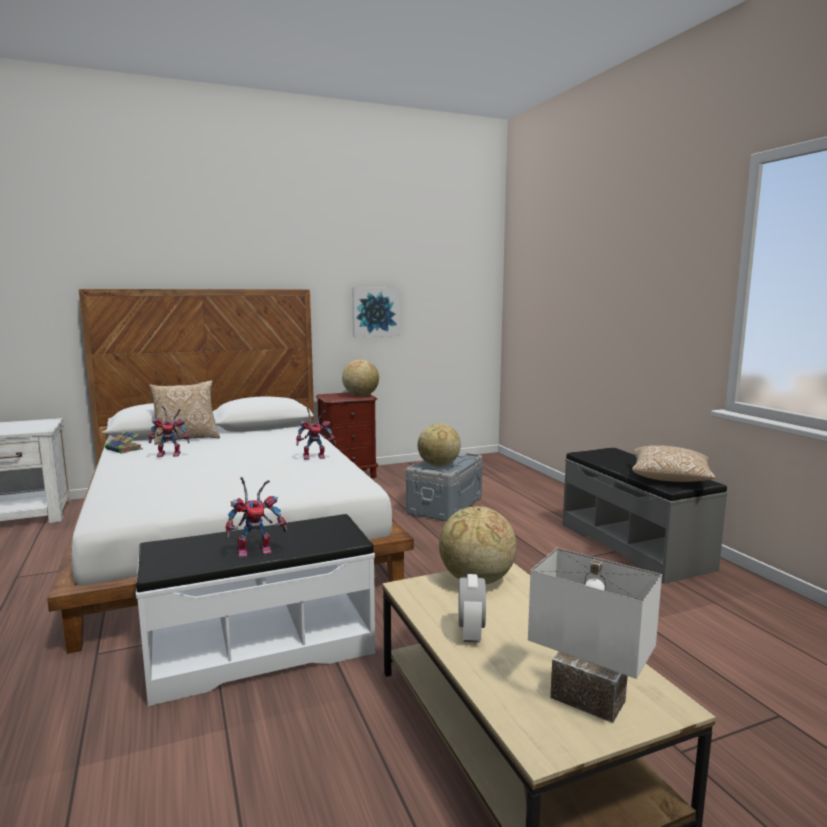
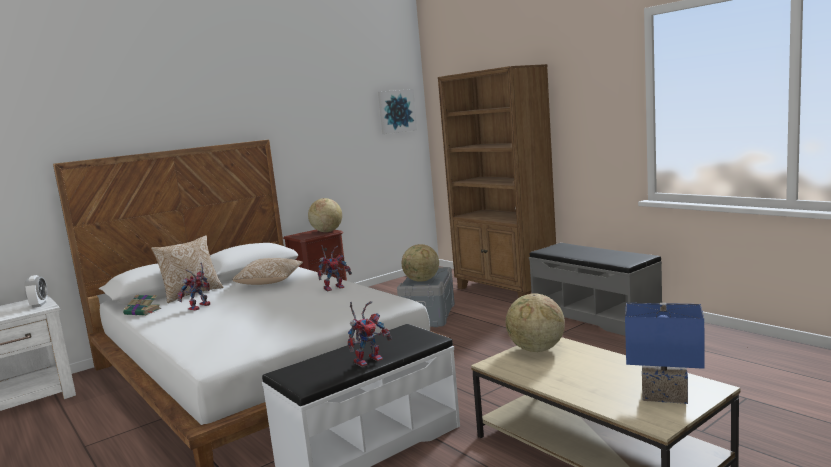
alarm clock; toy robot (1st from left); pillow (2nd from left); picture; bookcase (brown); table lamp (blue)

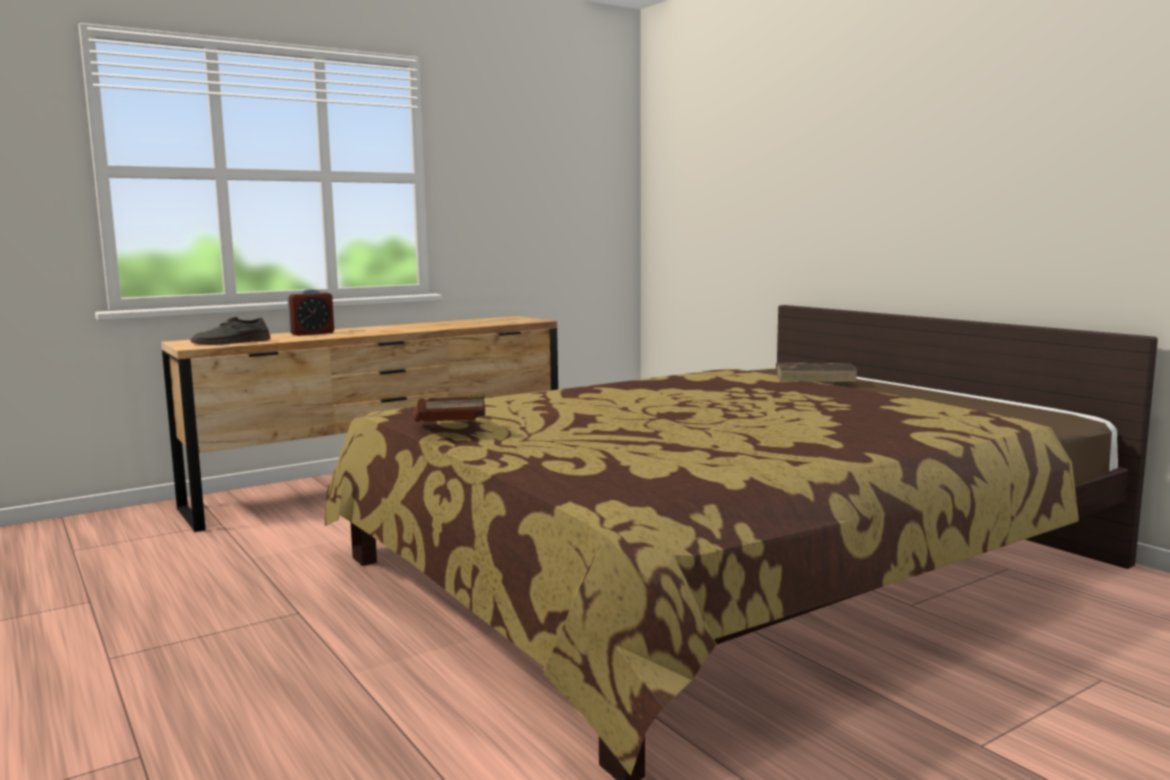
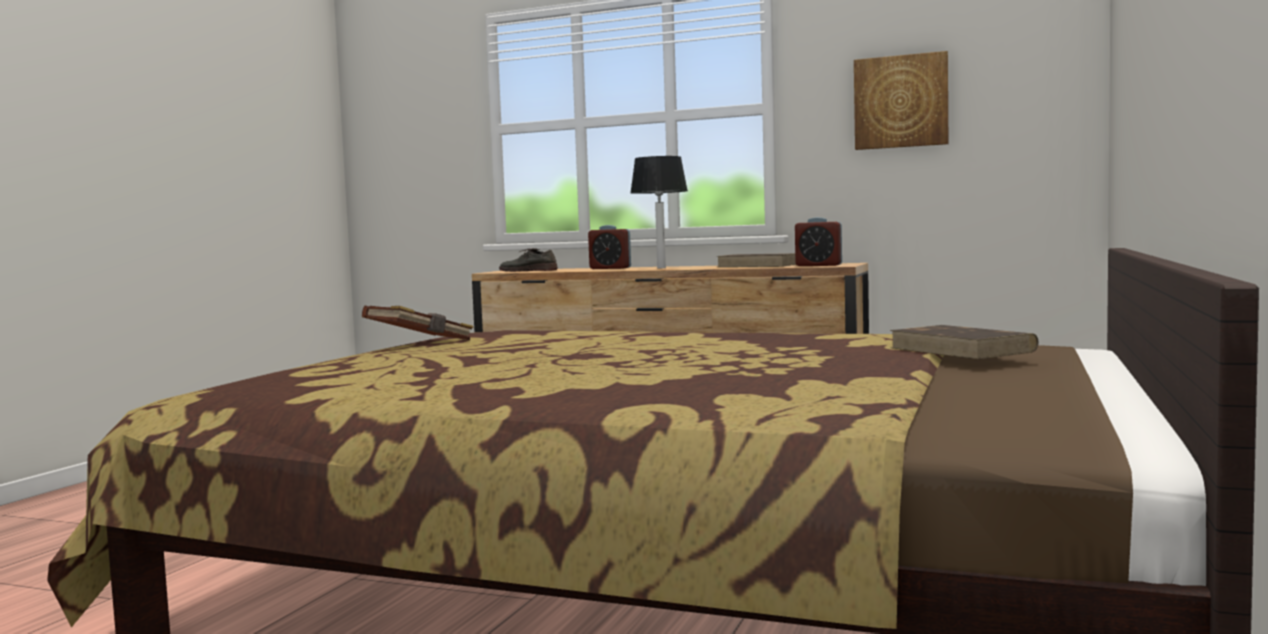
table lamp; book (brown) (2nd from left); alarm clock (2nd from left); picture

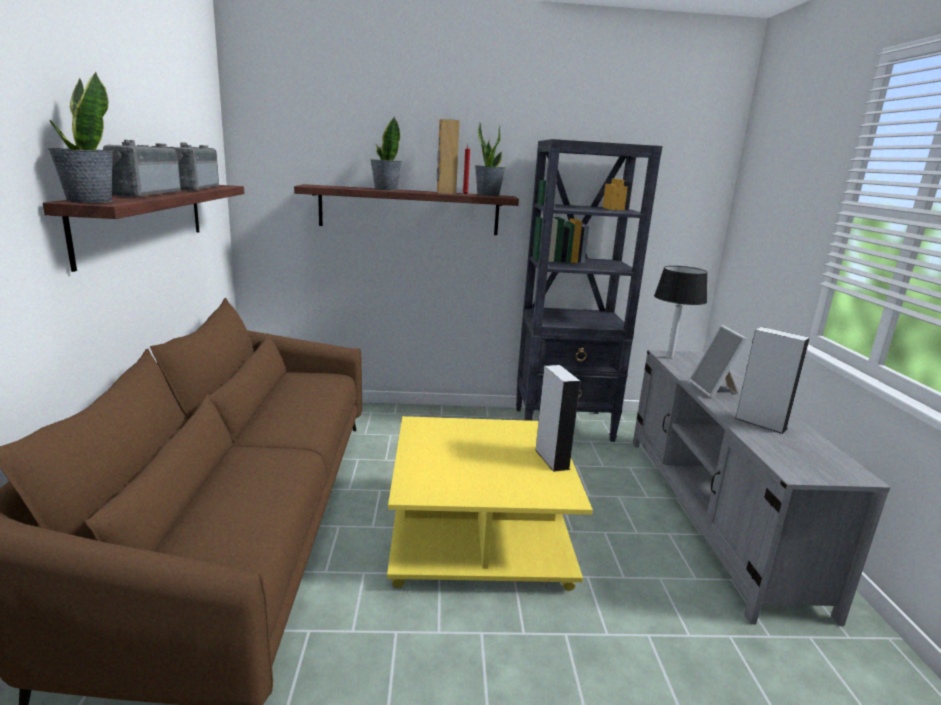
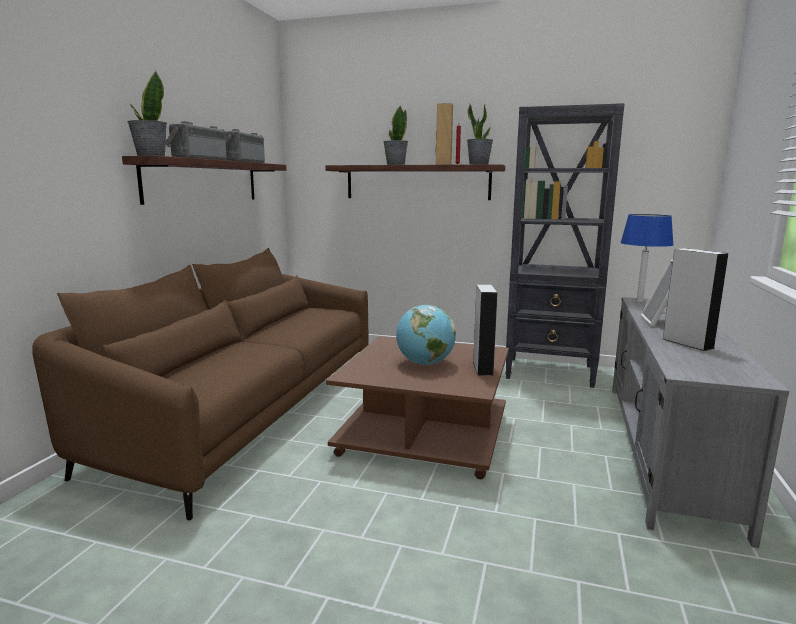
coffee table (brown); globe; table lamp (blue)

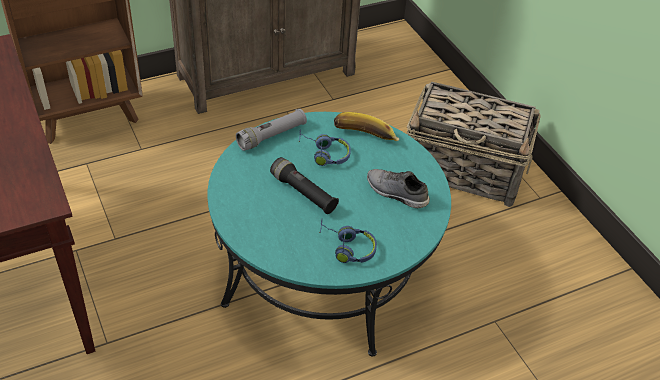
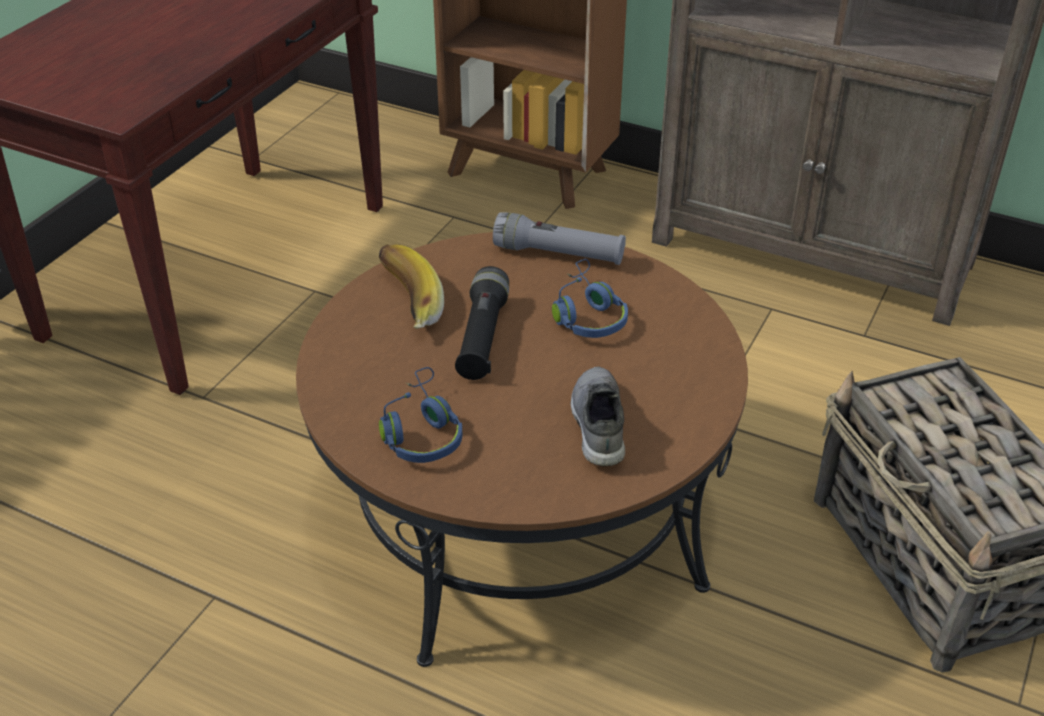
coffee table (brown); banana

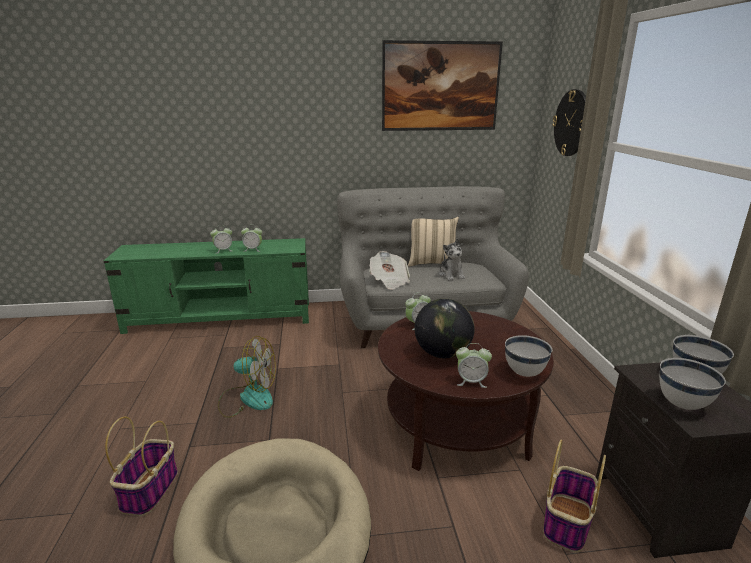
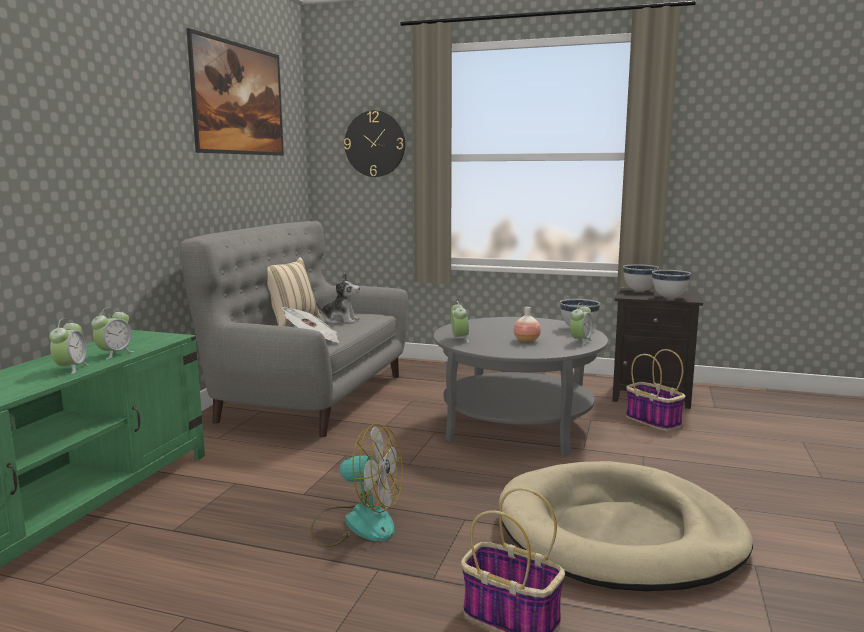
fan; coffee table (grey); vase

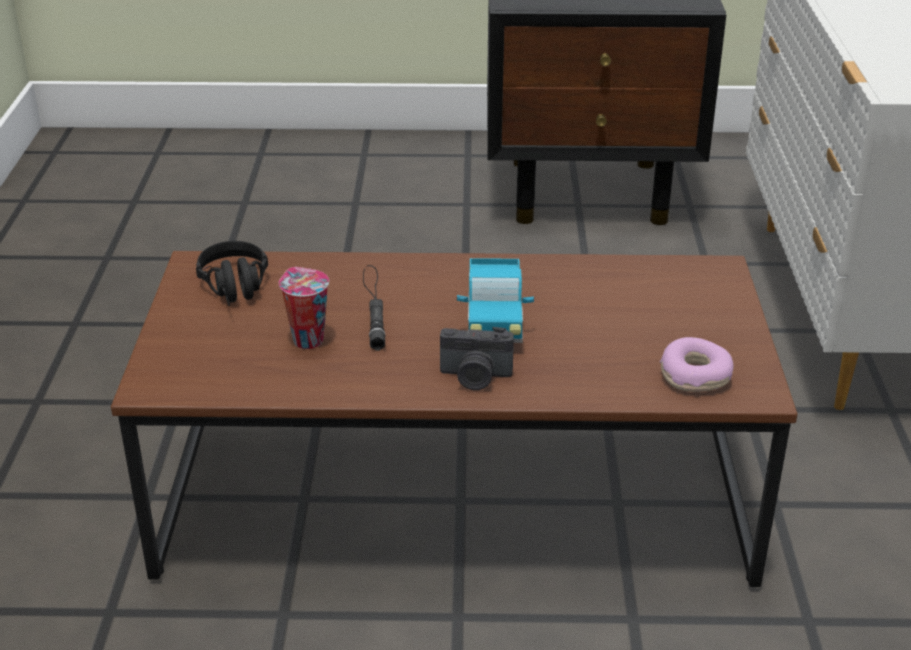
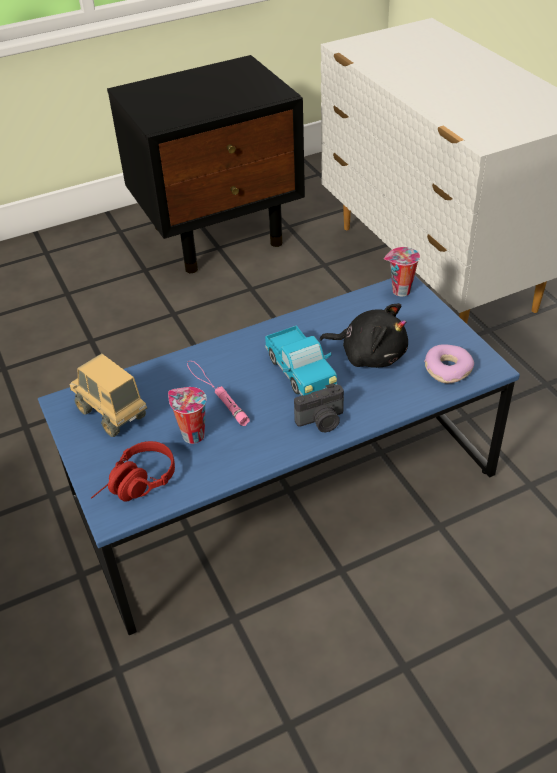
coffee table (blue); toy truck (1st from left); headphones (red); flashlight (pink); plush toy (black); cup (2nd from left)

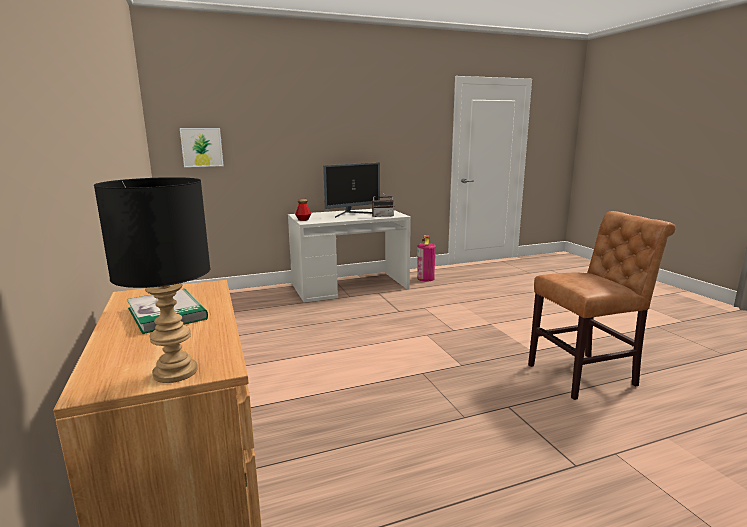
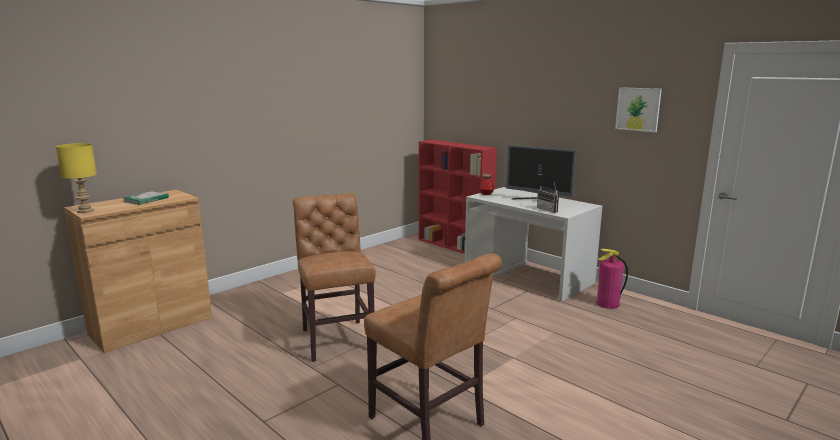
table lamp (yellow); chair (brown) (1st from left); bookcase (red); picture

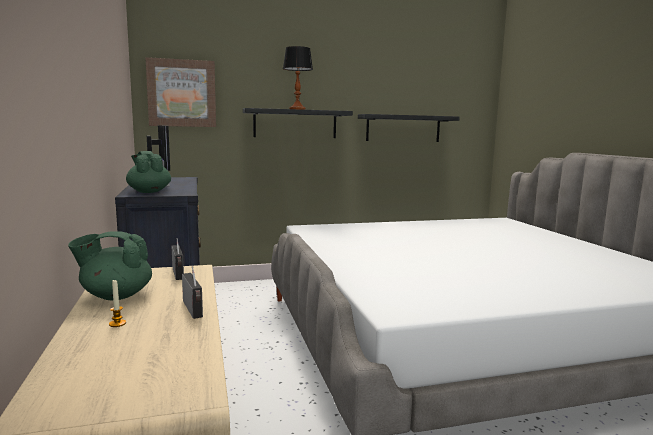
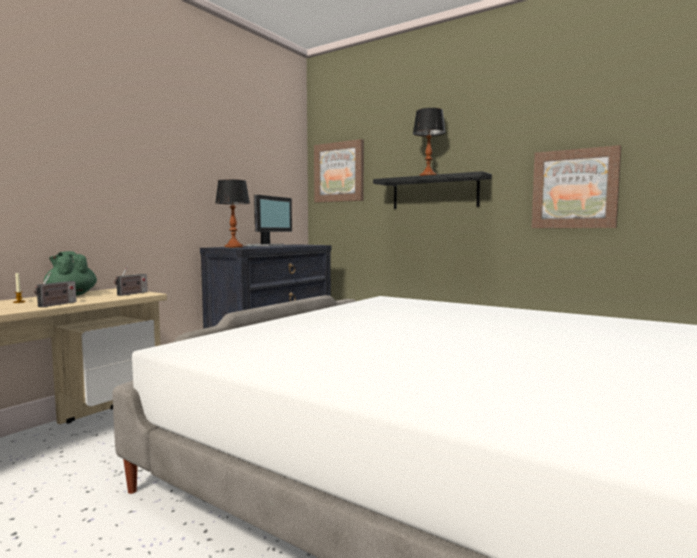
table lamp (1st from left); picture (2nd from left)

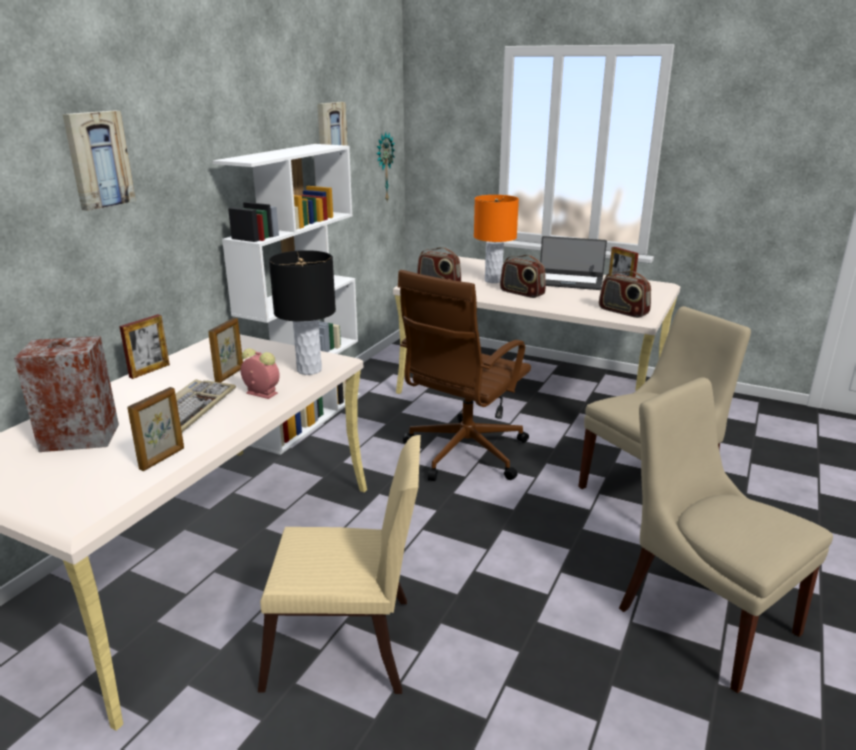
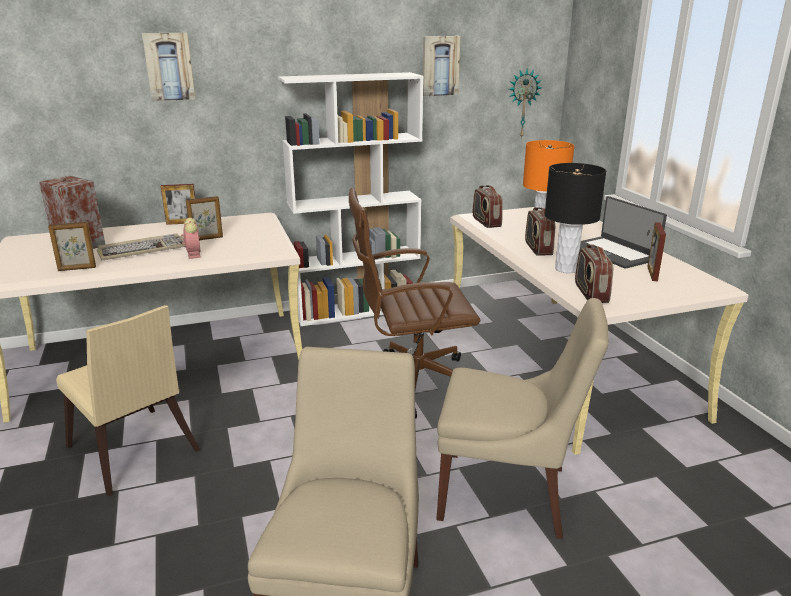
table lamp (black)

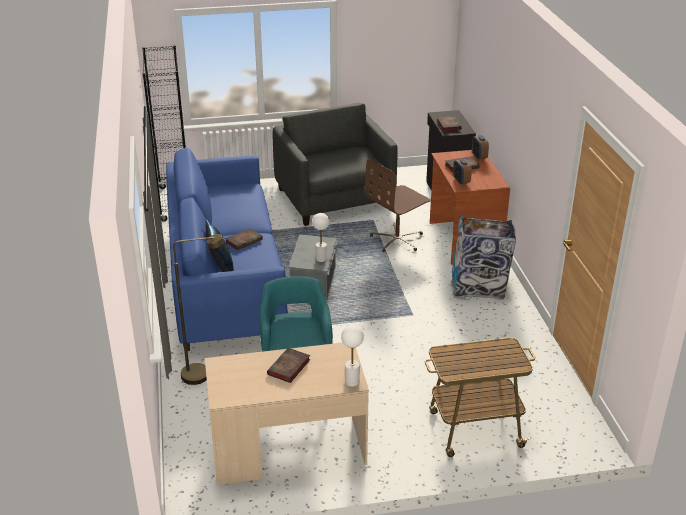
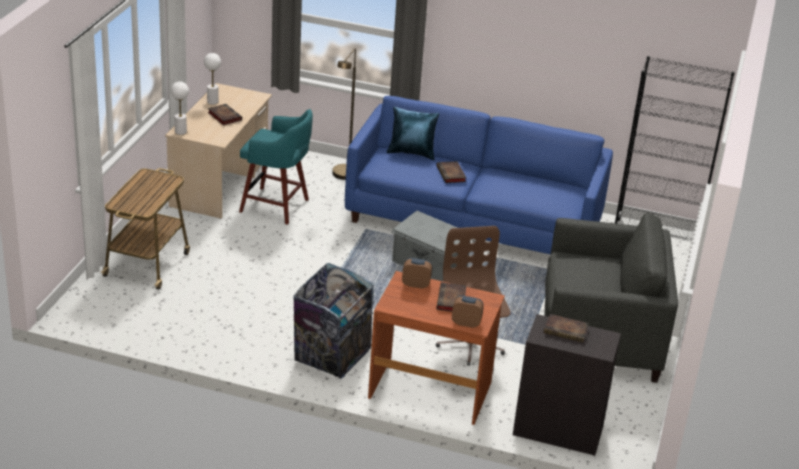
table lamp (white) (2nd from left)

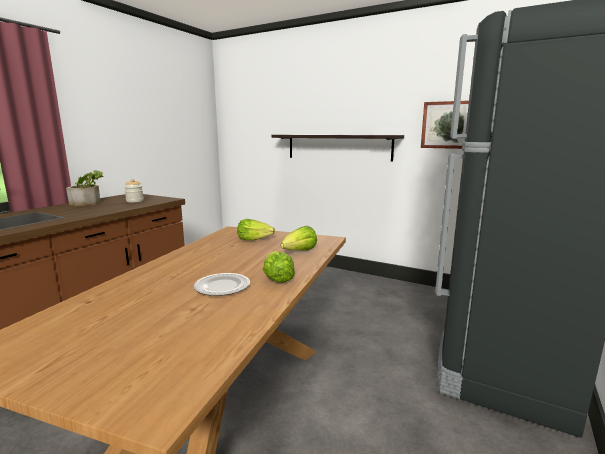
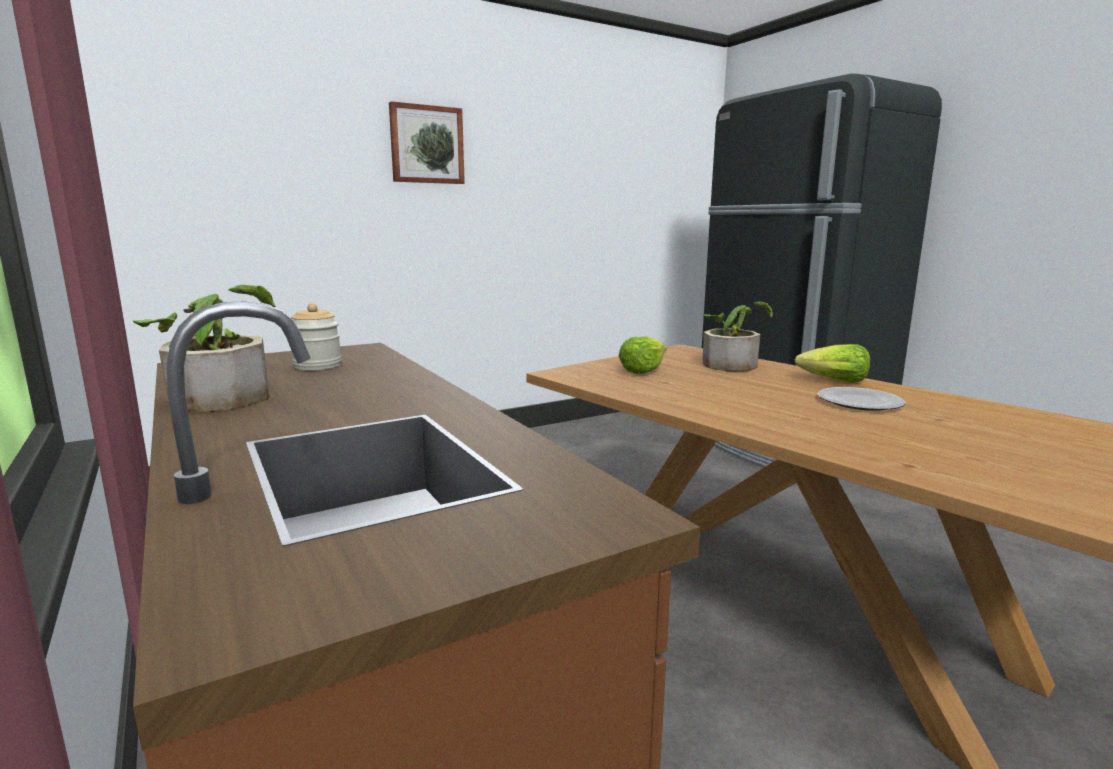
picture; potted plant (2nd from left); shelf

